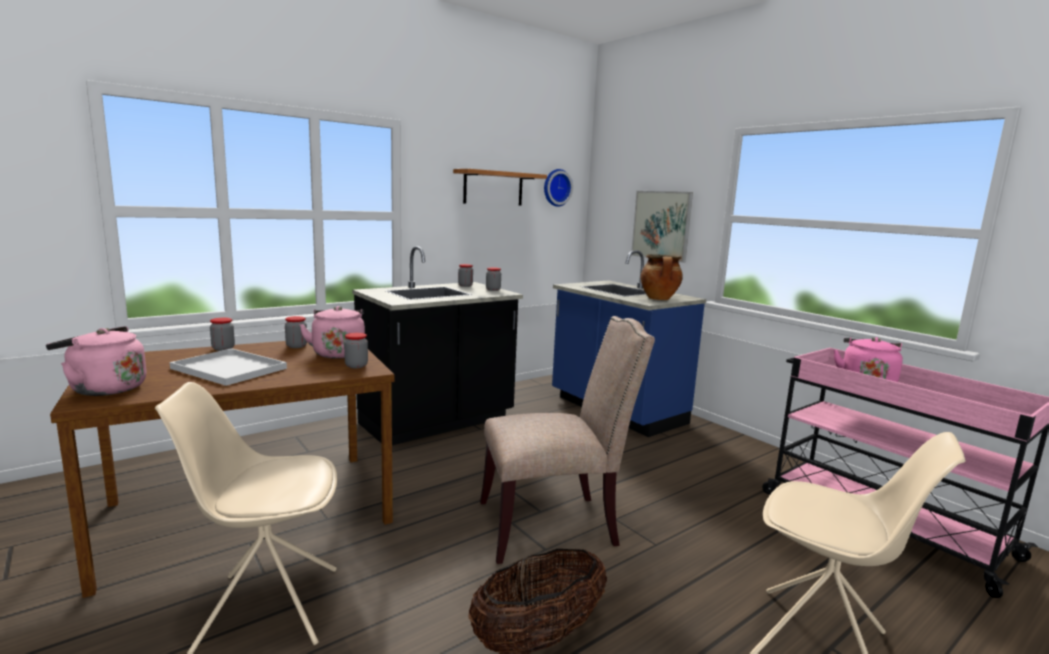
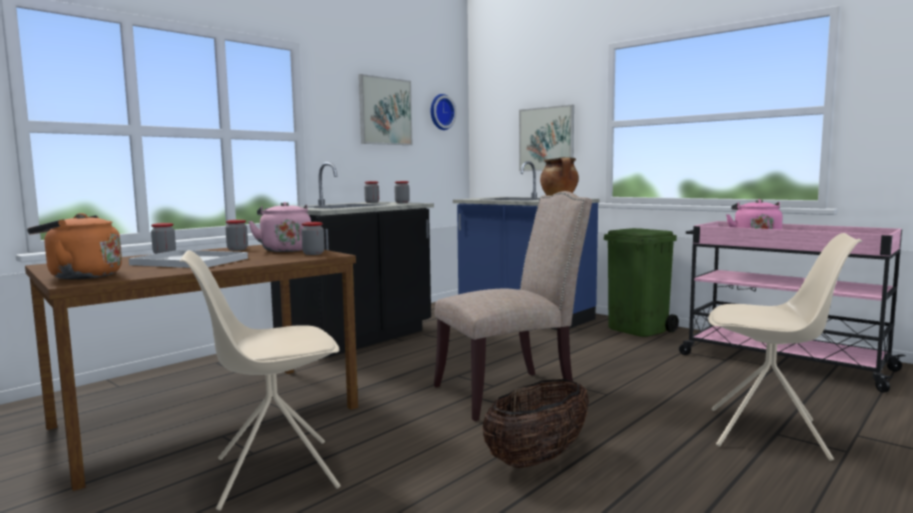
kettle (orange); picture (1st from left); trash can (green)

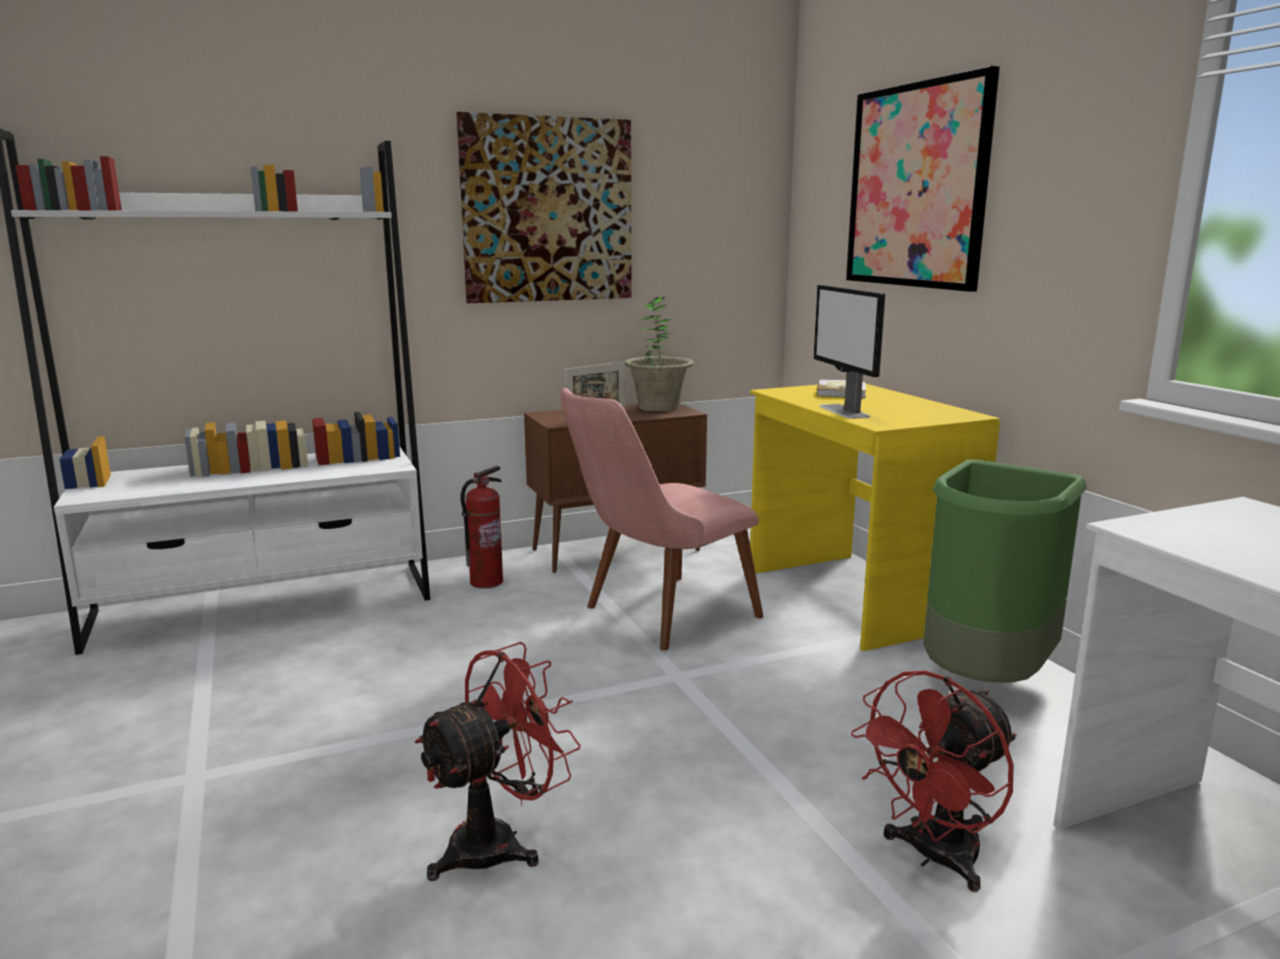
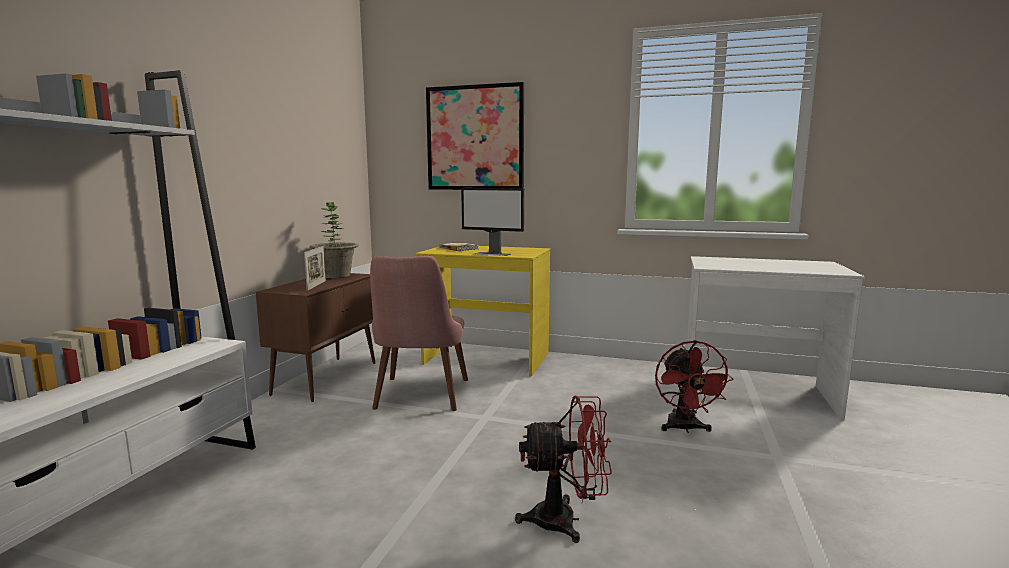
fan (red) (1st from left); picture (1st from left in the first image); fire extinguisher; trash can (green)

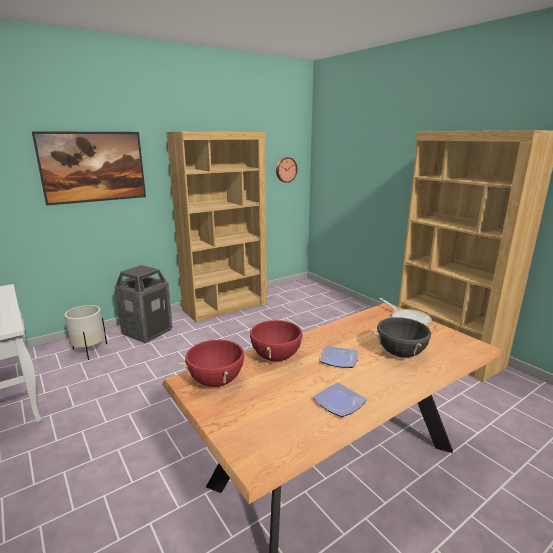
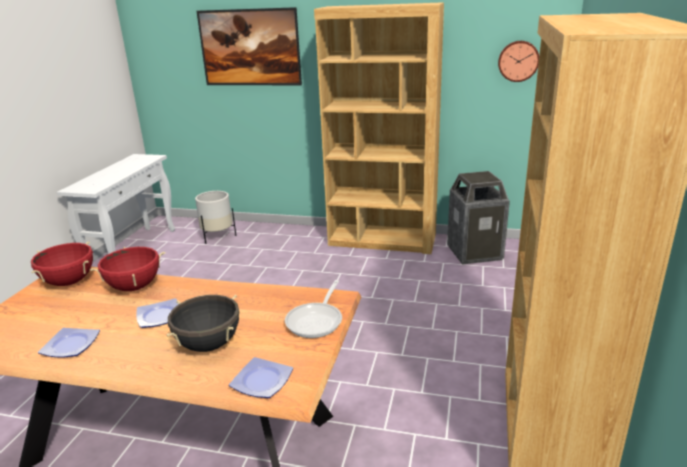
plate (3rd from left); trash can

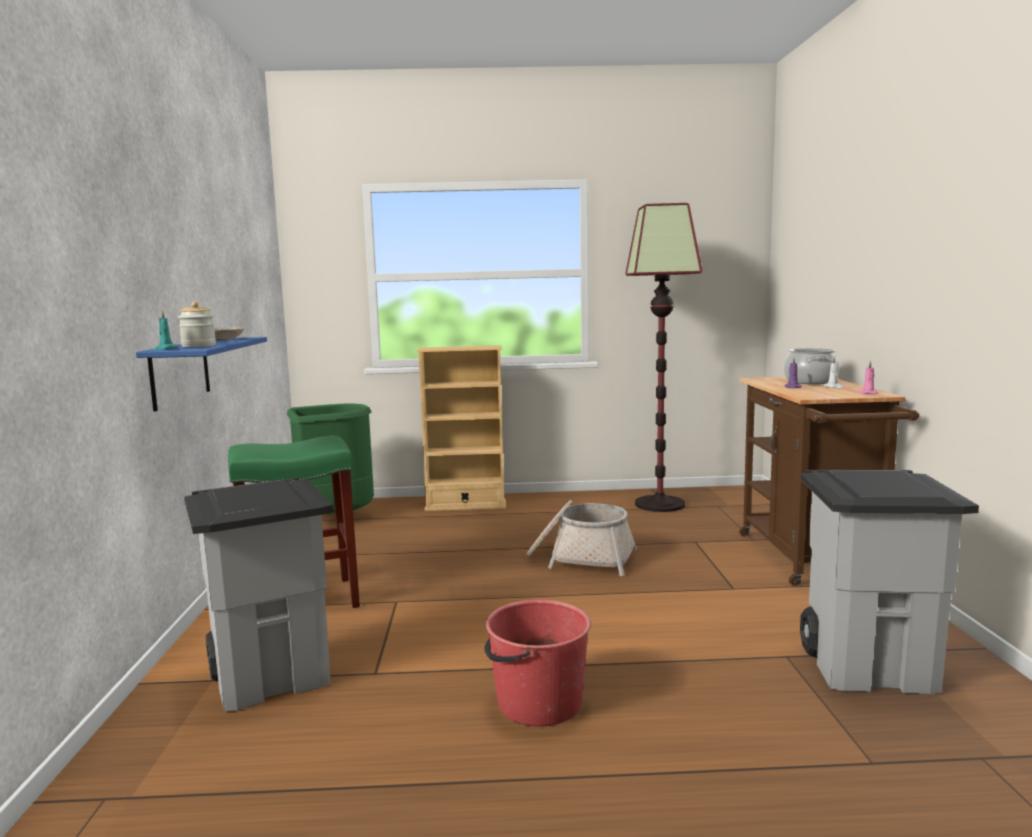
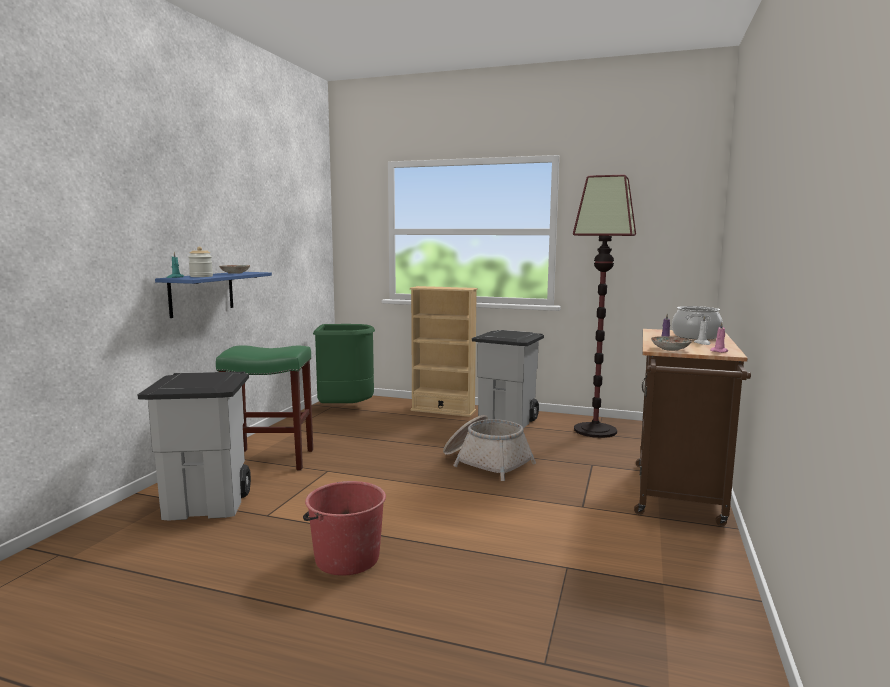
trash can (grey) (2nd from left); plate (2nd from left)

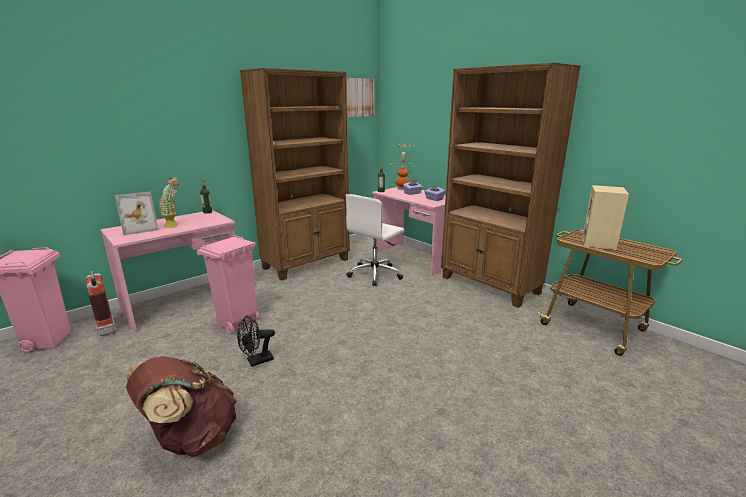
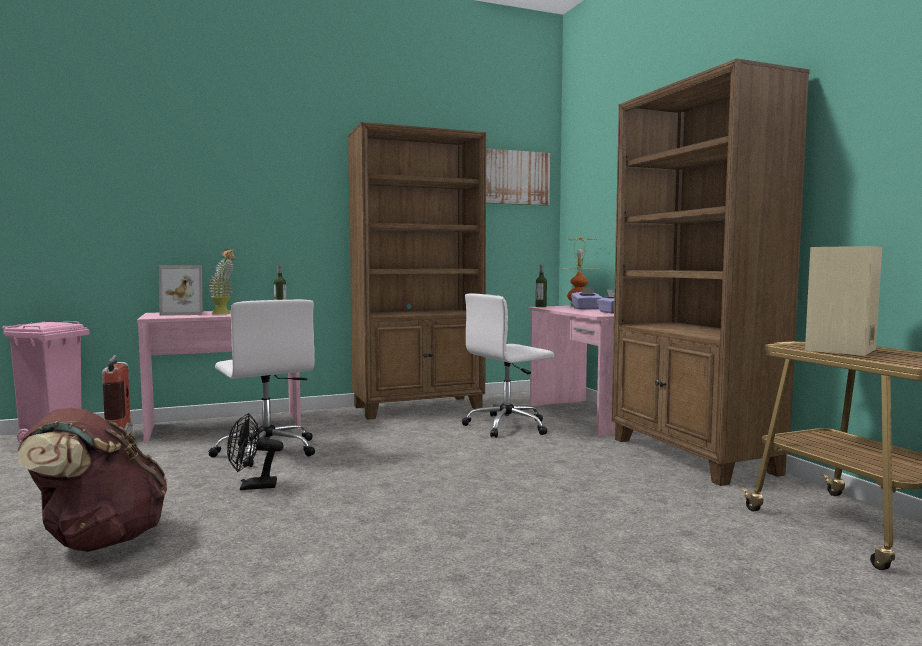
office chair (white) (1st from left)

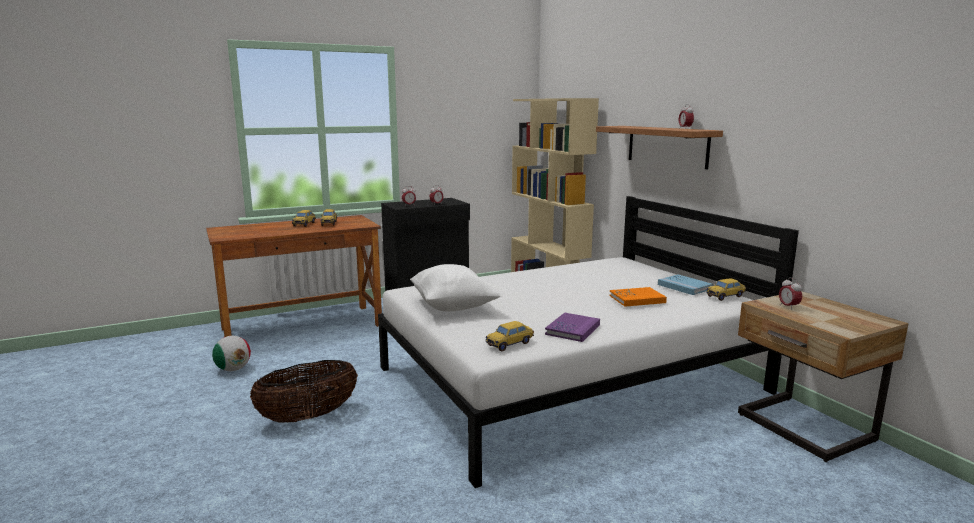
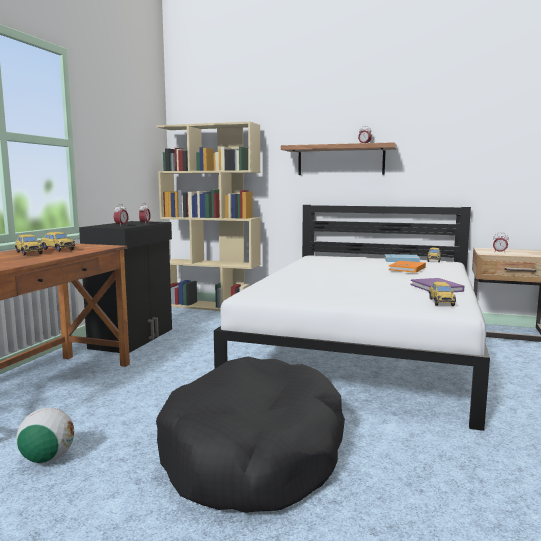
dog bed (black); pillow (white)

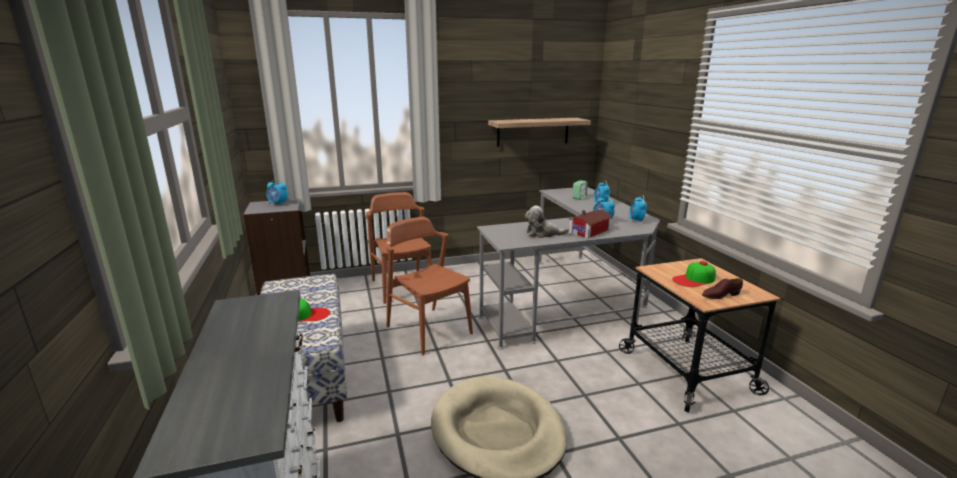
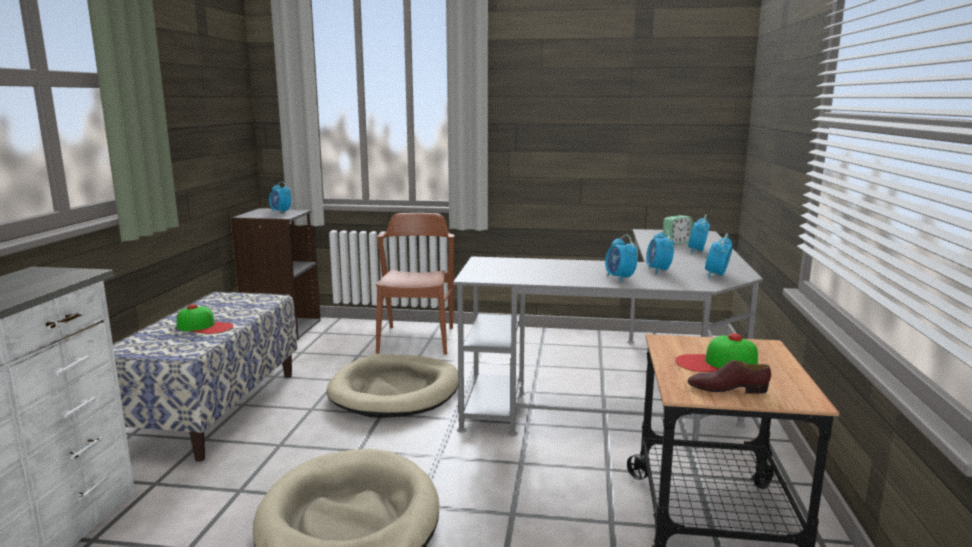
dog bed (beige) (2nd from left); alarm clock (2nd from left); shelf; plush toy

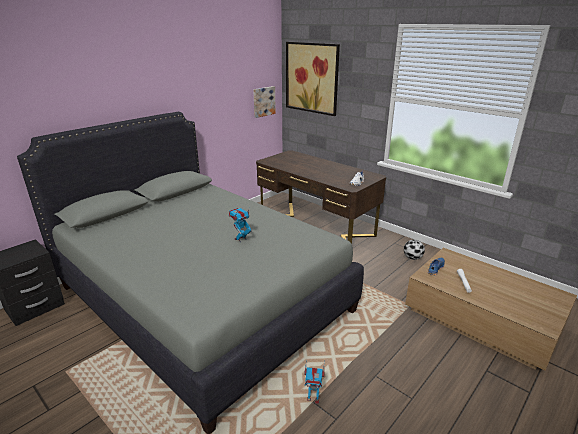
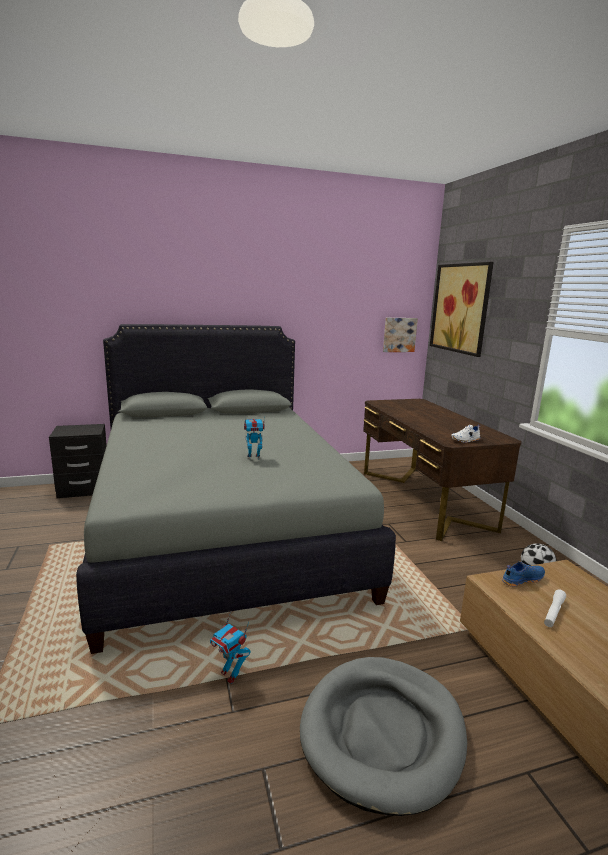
dog bed (grey)

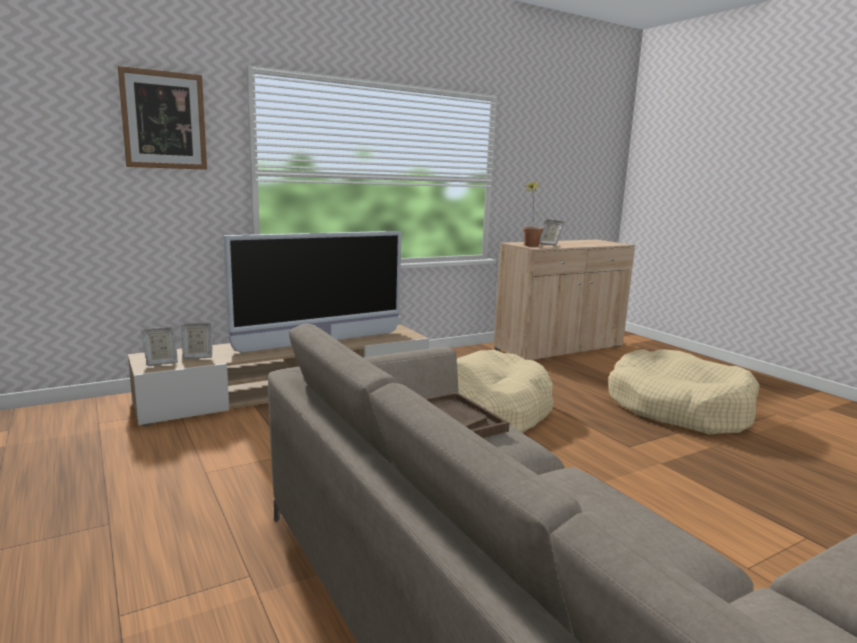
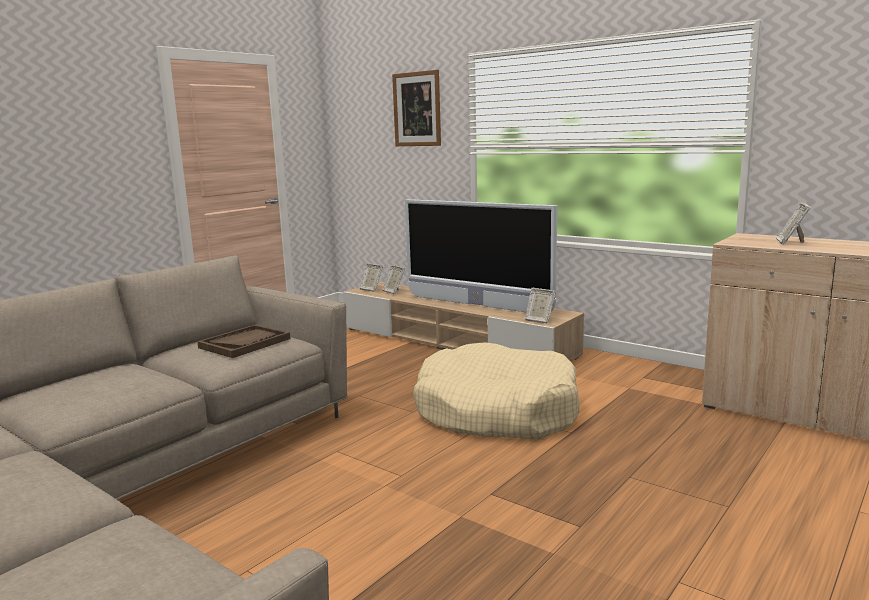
picture frame (3rd from left); potted plant; dog bed (beige) (2nd from left in the first image)

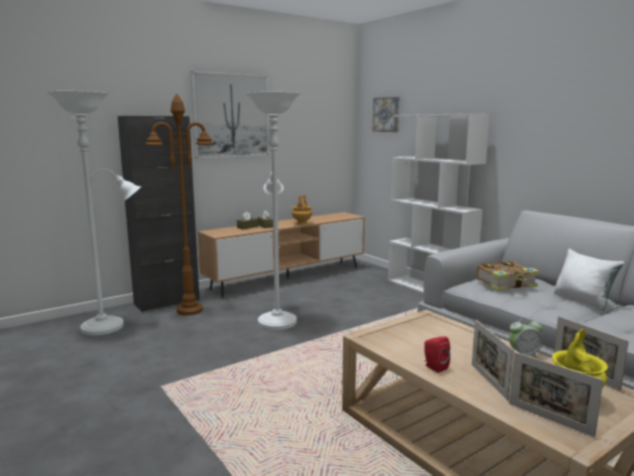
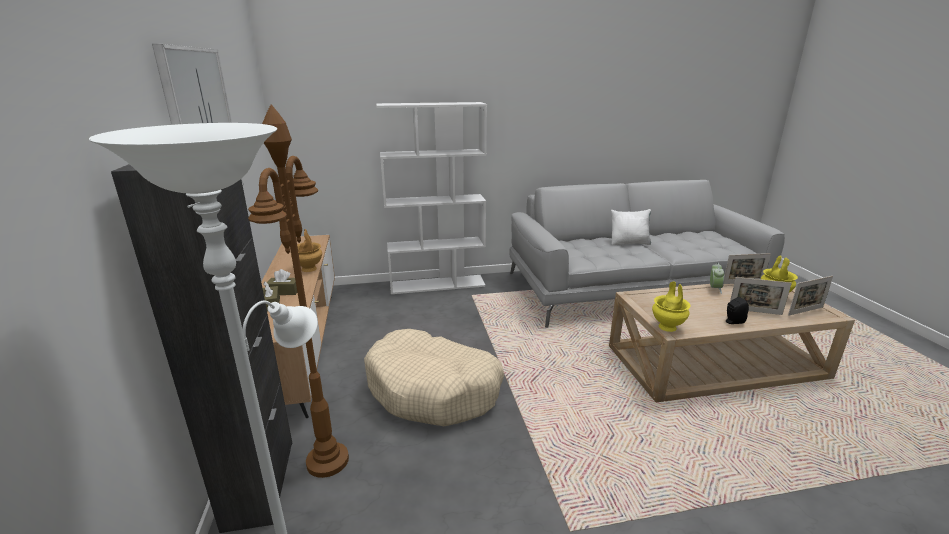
dog bed (beige); vase (yellow) (1st from left); speaker (black); picture (2nd from left in the first image); book

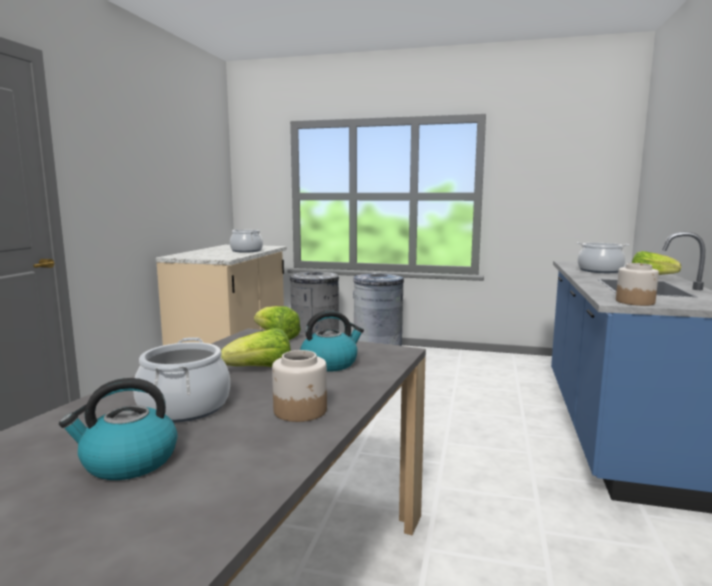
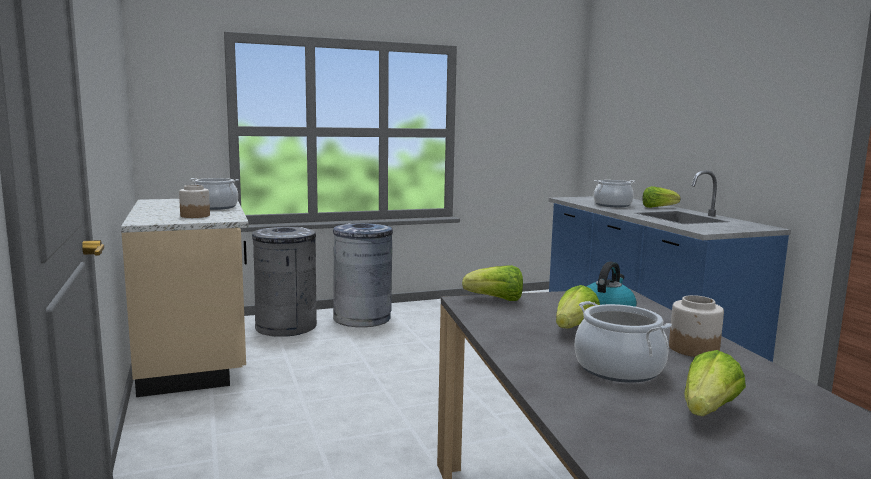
jar (1st from left); lettuce (4th from left)

